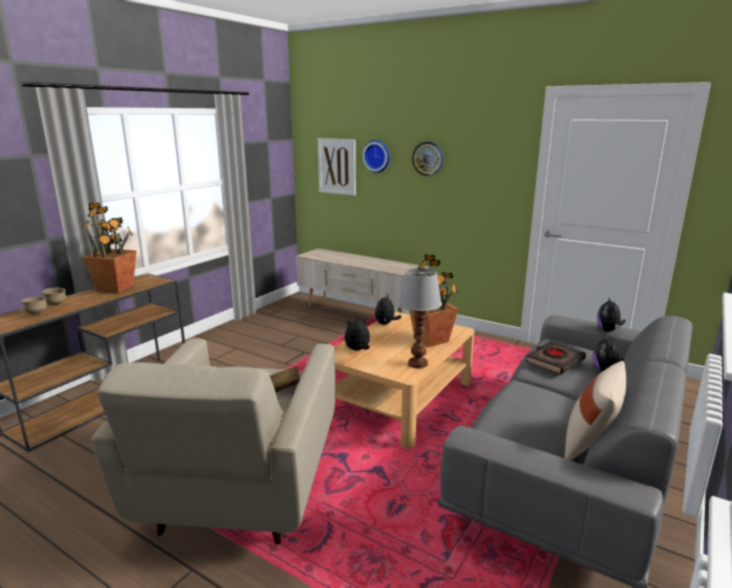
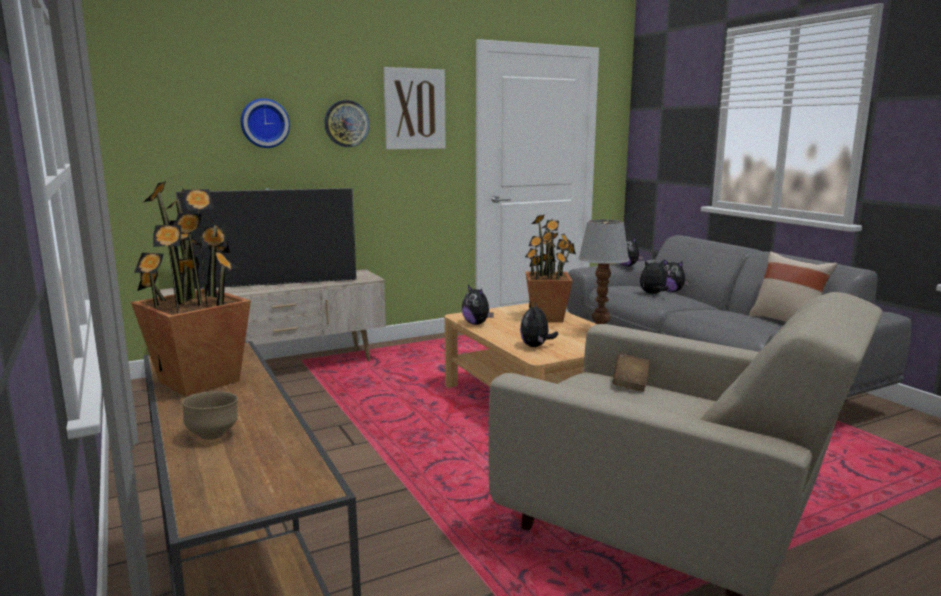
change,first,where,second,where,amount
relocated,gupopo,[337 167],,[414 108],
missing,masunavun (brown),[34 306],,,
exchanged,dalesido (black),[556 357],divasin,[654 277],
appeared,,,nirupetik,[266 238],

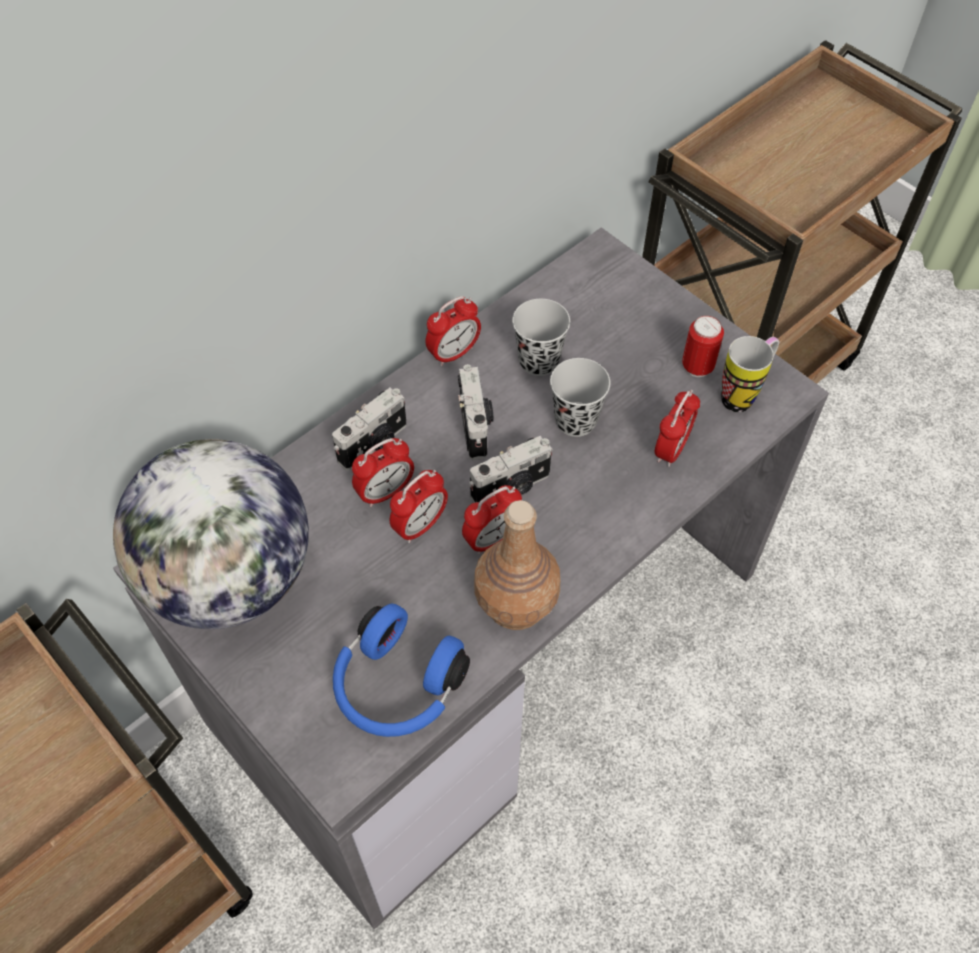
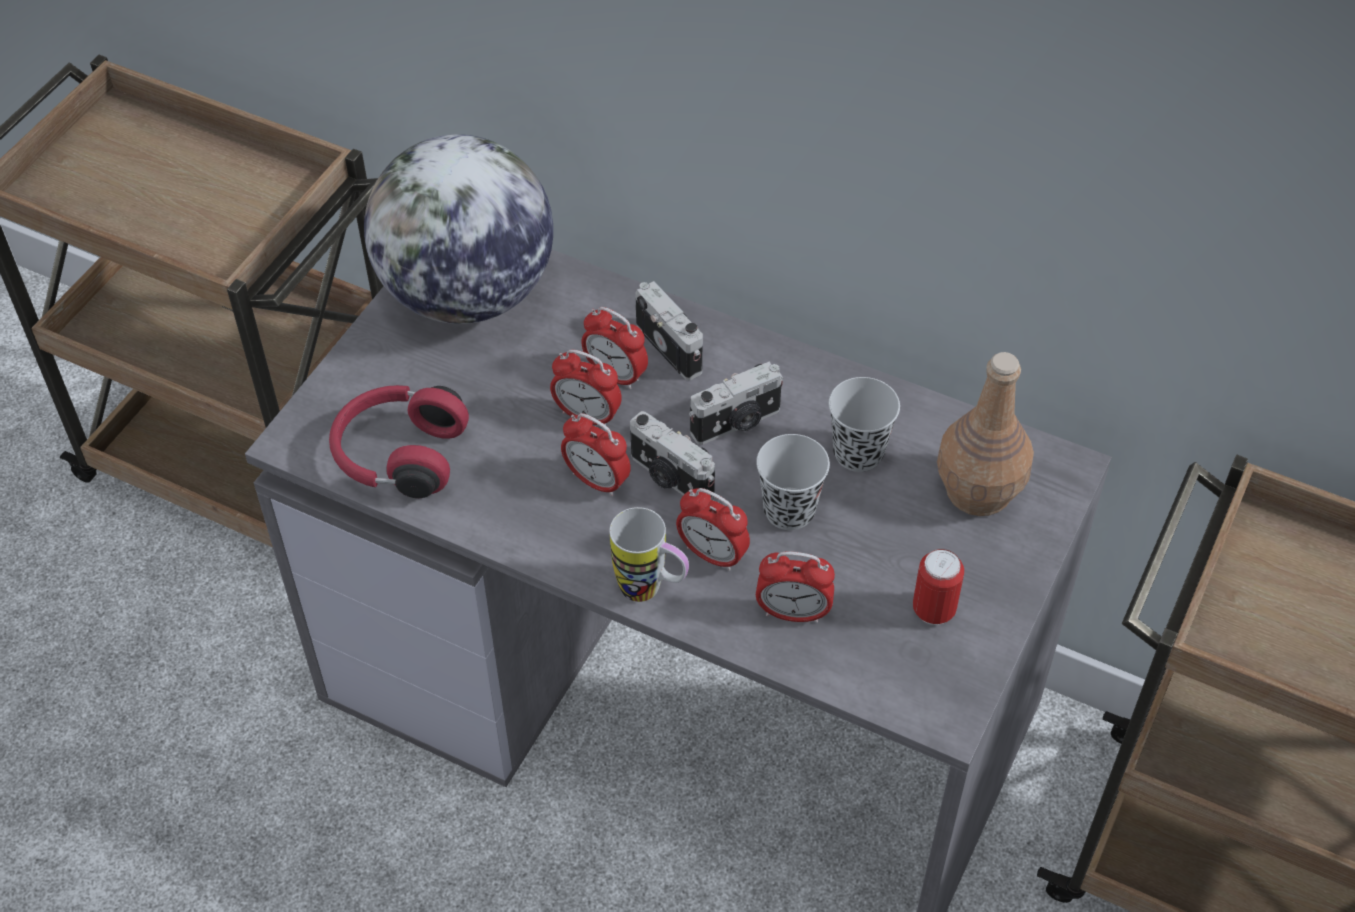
change,first,where,second,where,amount
relocated,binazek,[453 331],,[713 529],
relocated,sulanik,[750 374],,[649 554],
spun,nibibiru,[369 428],,[669 331],150 degrees counterclockwise
relocated,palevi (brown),[517 565],,[985 434],
colour,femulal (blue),[401 670],femulal (red),[399 441],

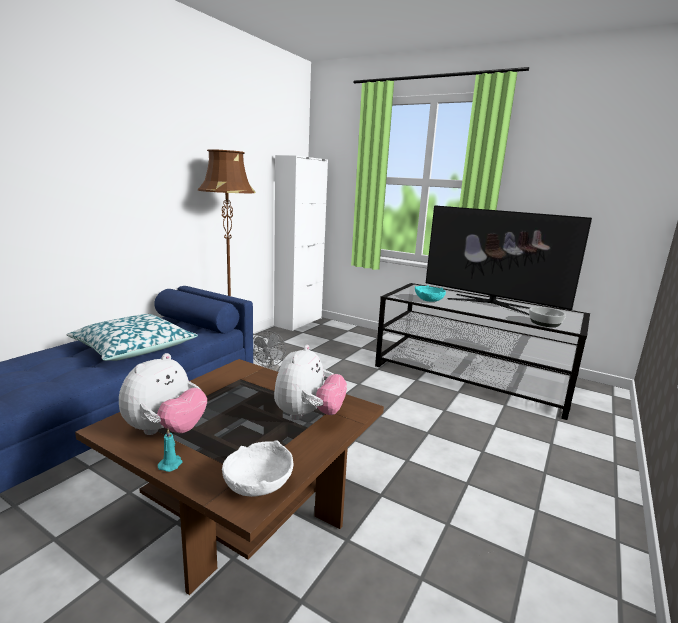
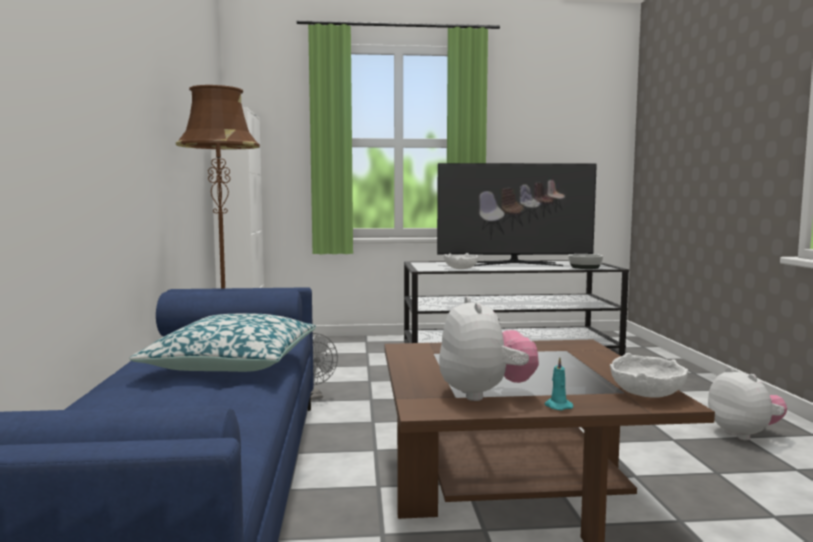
change,first,where,second,where,amount
colour,masunavun (turquoise),[430 293],masunavun (white),[461 261],
relocated,divasin,[310 382],,[747 403],

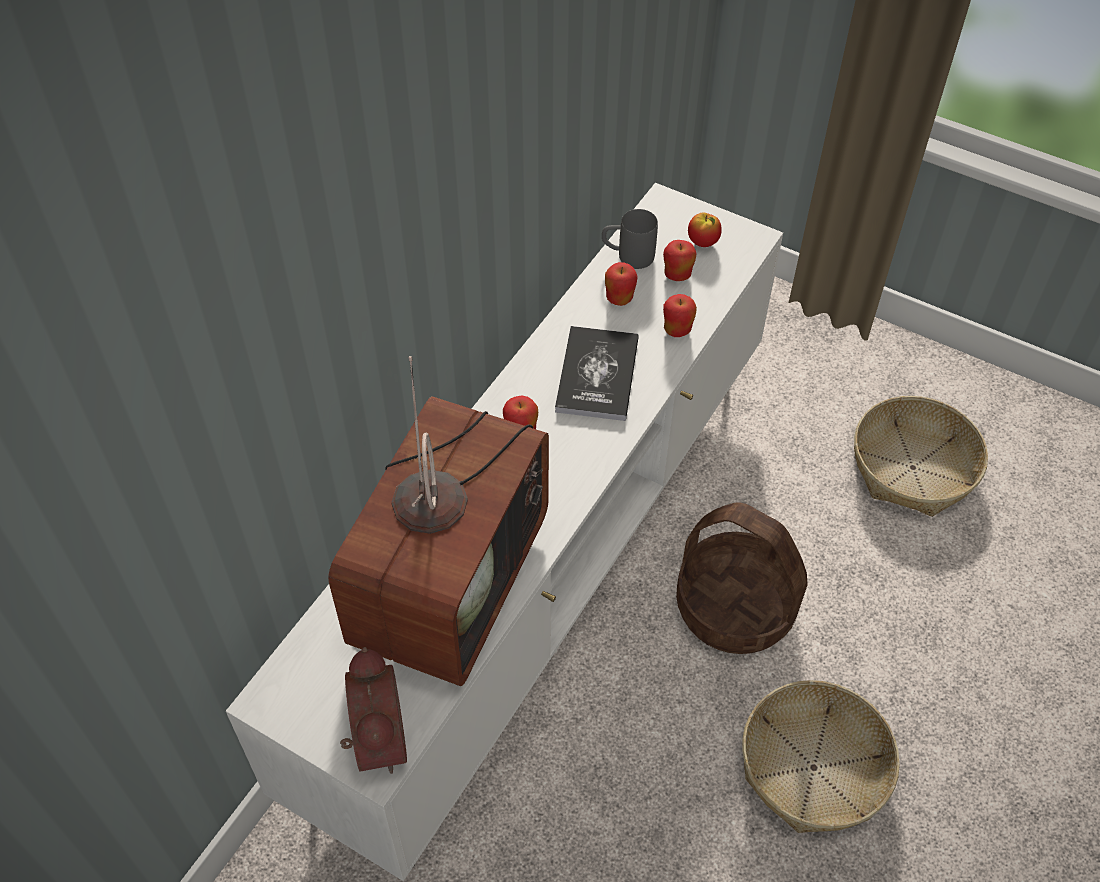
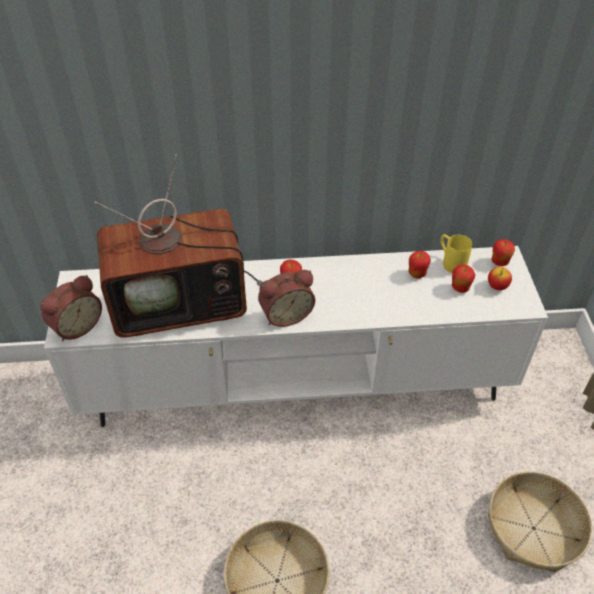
change,first,where,second,where,amount
colour,sulanik (grey),[630 239],sulanik (yellow),[456 253],
relocated,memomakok,[680 315],,[503 252],
missing,dalesido,[597 373],,,
missing,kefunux,[742 578],,,
appeared,,,binazek,[286 298],

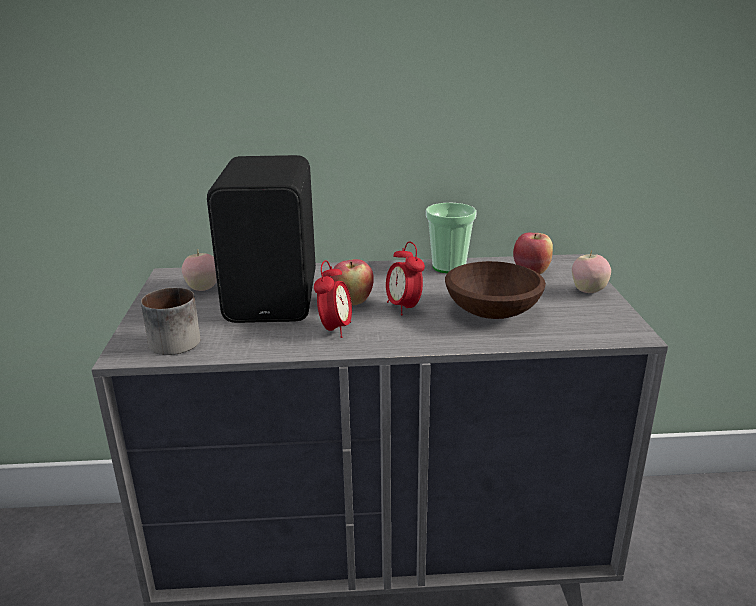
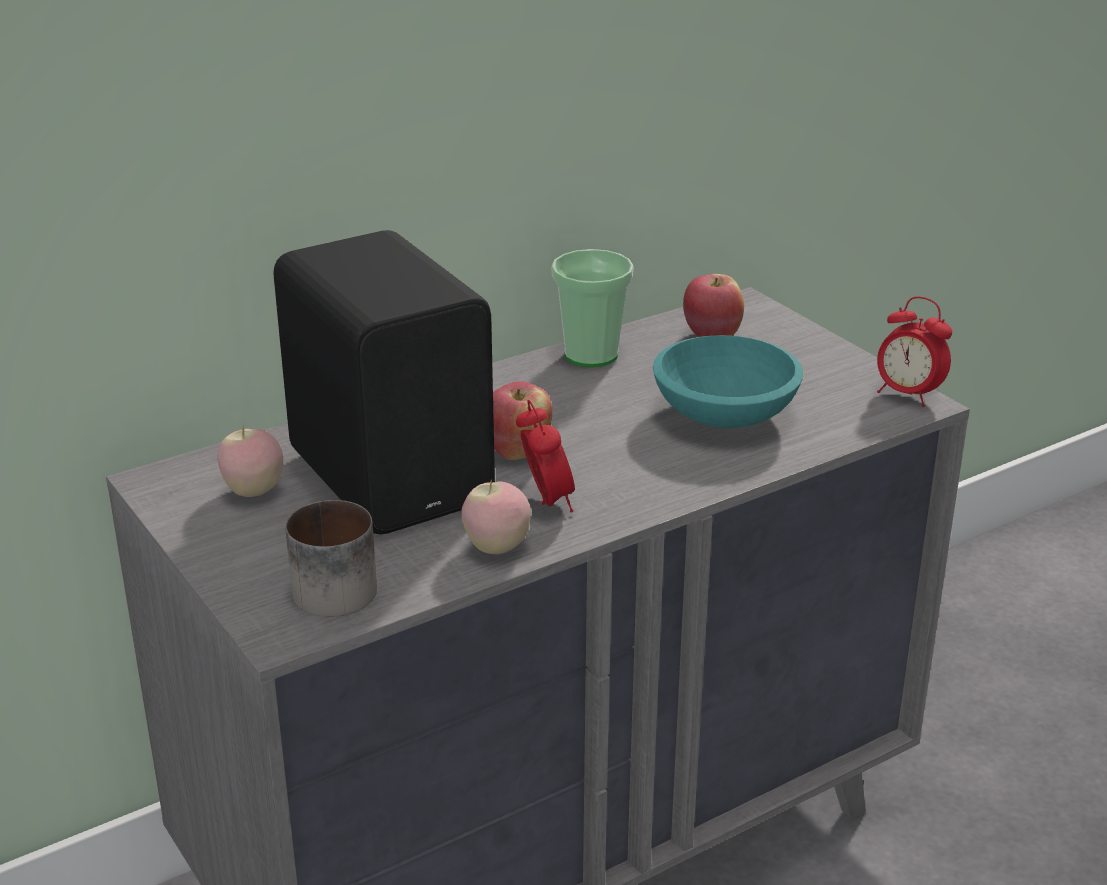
change,first,where,second,where,amount
relocated,binazek,[405 279],,[914 351],
relocated,memomakok,[591 272],,[496 516],
colour,masunavun (brown),[495 290],masunavun (turquoise),[728 381],

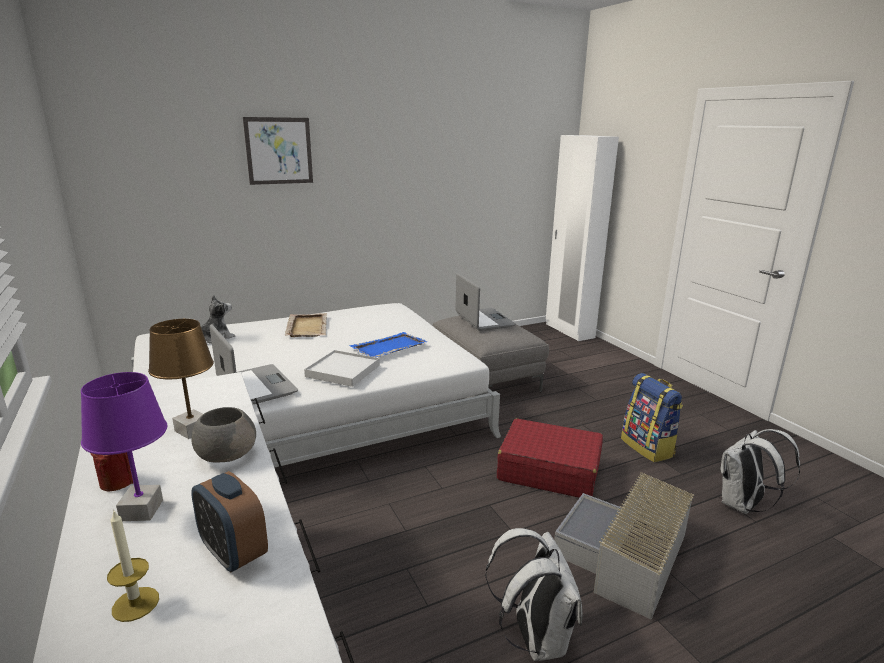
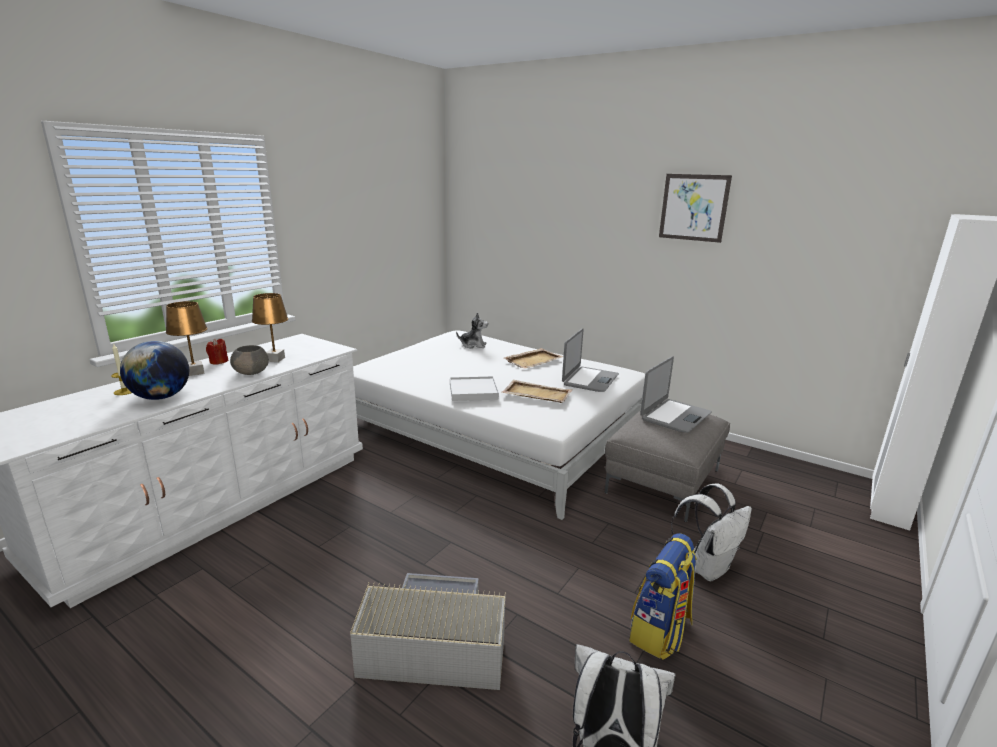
change,first,where,second,where,amount
relocated,gupopo,[278 151],,[695 208],
relocated,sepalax,[253 364],,[590 360],
colour,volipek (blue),[389 344],volipek (beige),[537 391],
colour,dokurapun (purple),[124 446],dokurapun (brown),[187 338],
missing,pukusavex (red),[550 458],,,
exchanged,binazek,[229 522],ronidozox,[154 370],
relocated,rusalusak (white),[533 594],,[711 532],

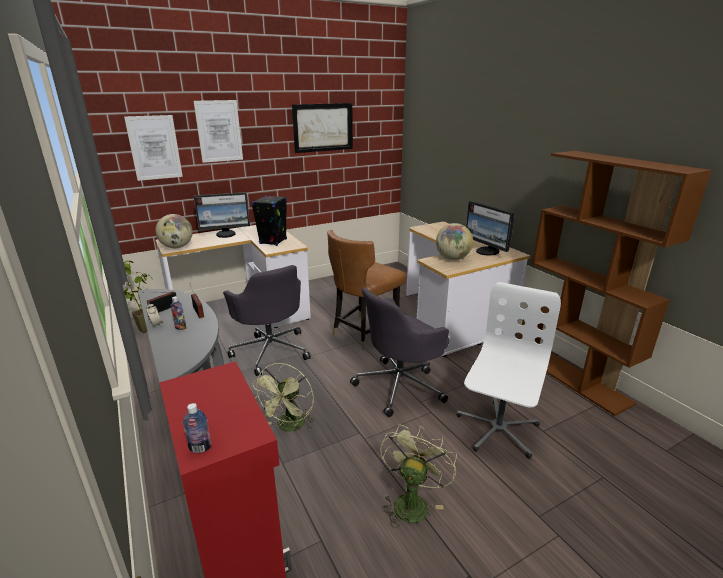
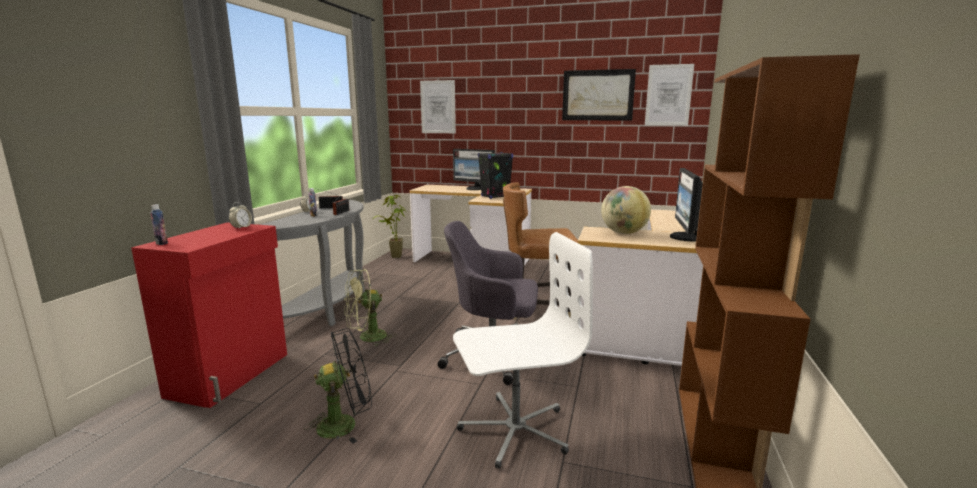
change,first,where,second,where,amount
relocated,gupopo,[218 131],,[669 94],
missing,ronidozox,[174 231],,,
missing,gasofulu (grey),[267 320],,,
colour,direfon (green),[418 476],direfon (black),[338 385],
appeared,,,binazek,[240 215],

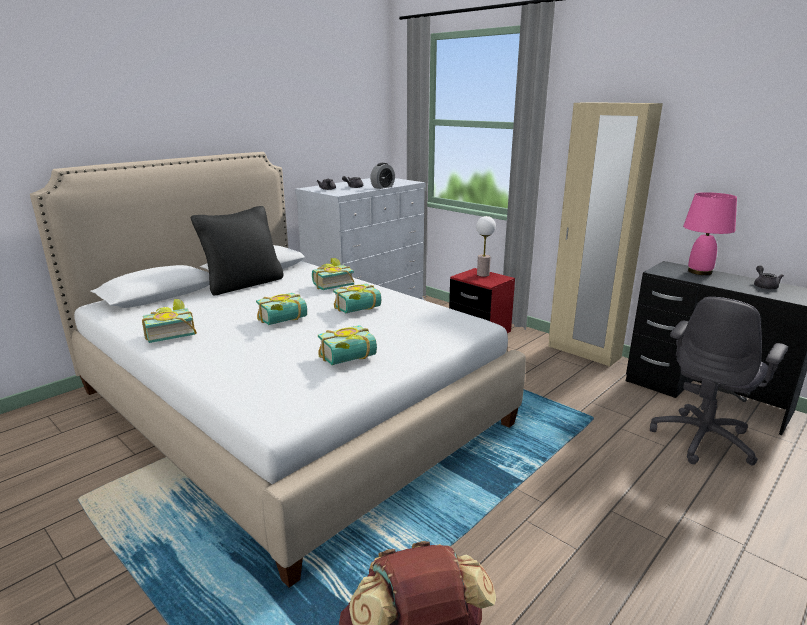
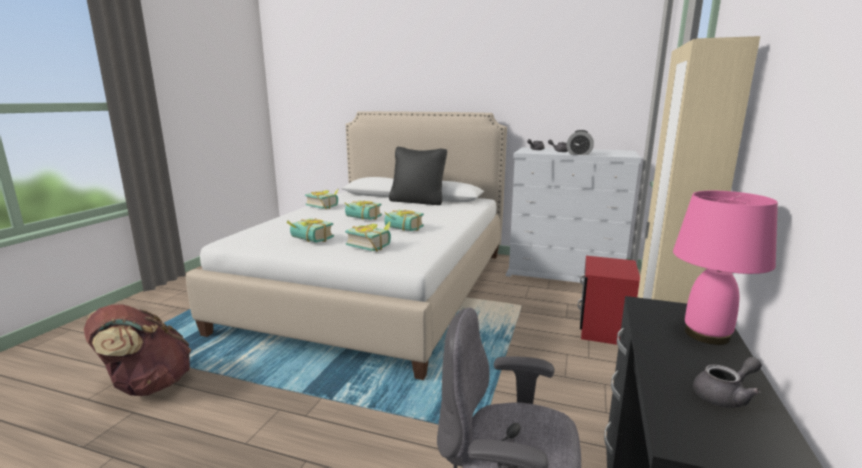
change,first,where,second,where,amount
missing,dokurapun,[486 246],,,
relocated,dalesido,[333 274],,[368 237],

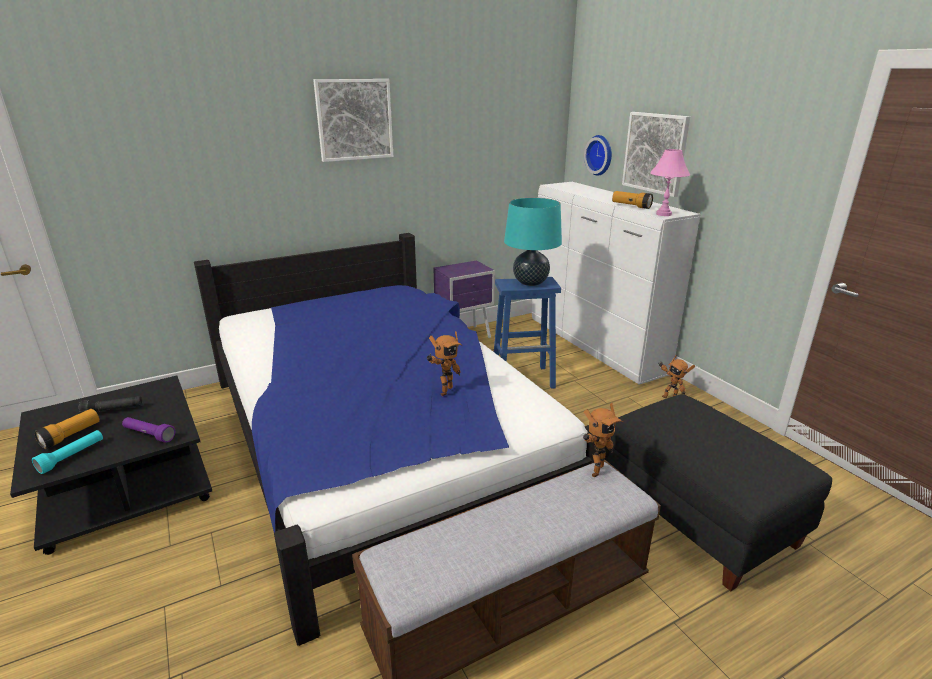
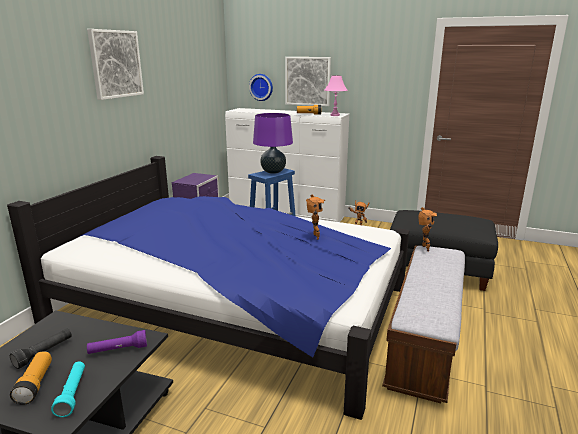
change,first,where,second,where,amount
colour,dokurapun (turquoise),[533 241],dokurapun (purple),[273 143],

